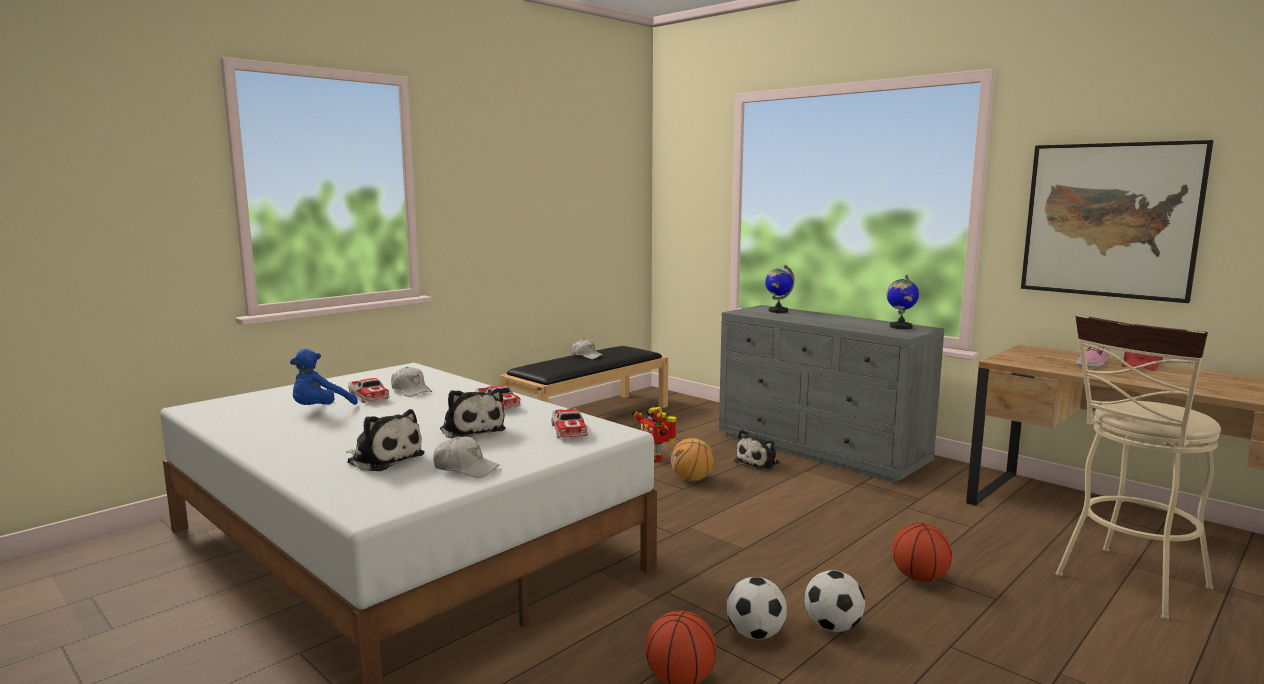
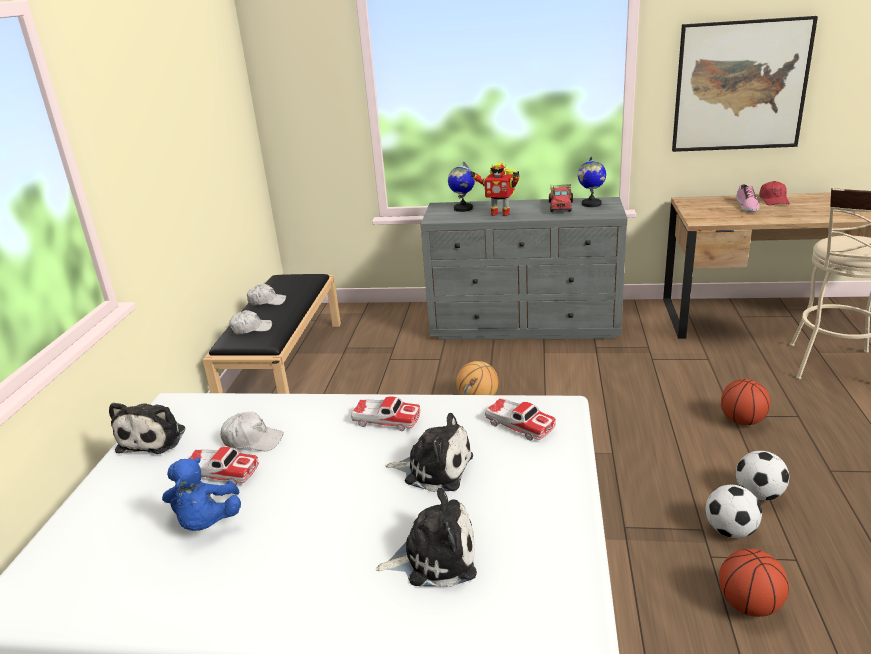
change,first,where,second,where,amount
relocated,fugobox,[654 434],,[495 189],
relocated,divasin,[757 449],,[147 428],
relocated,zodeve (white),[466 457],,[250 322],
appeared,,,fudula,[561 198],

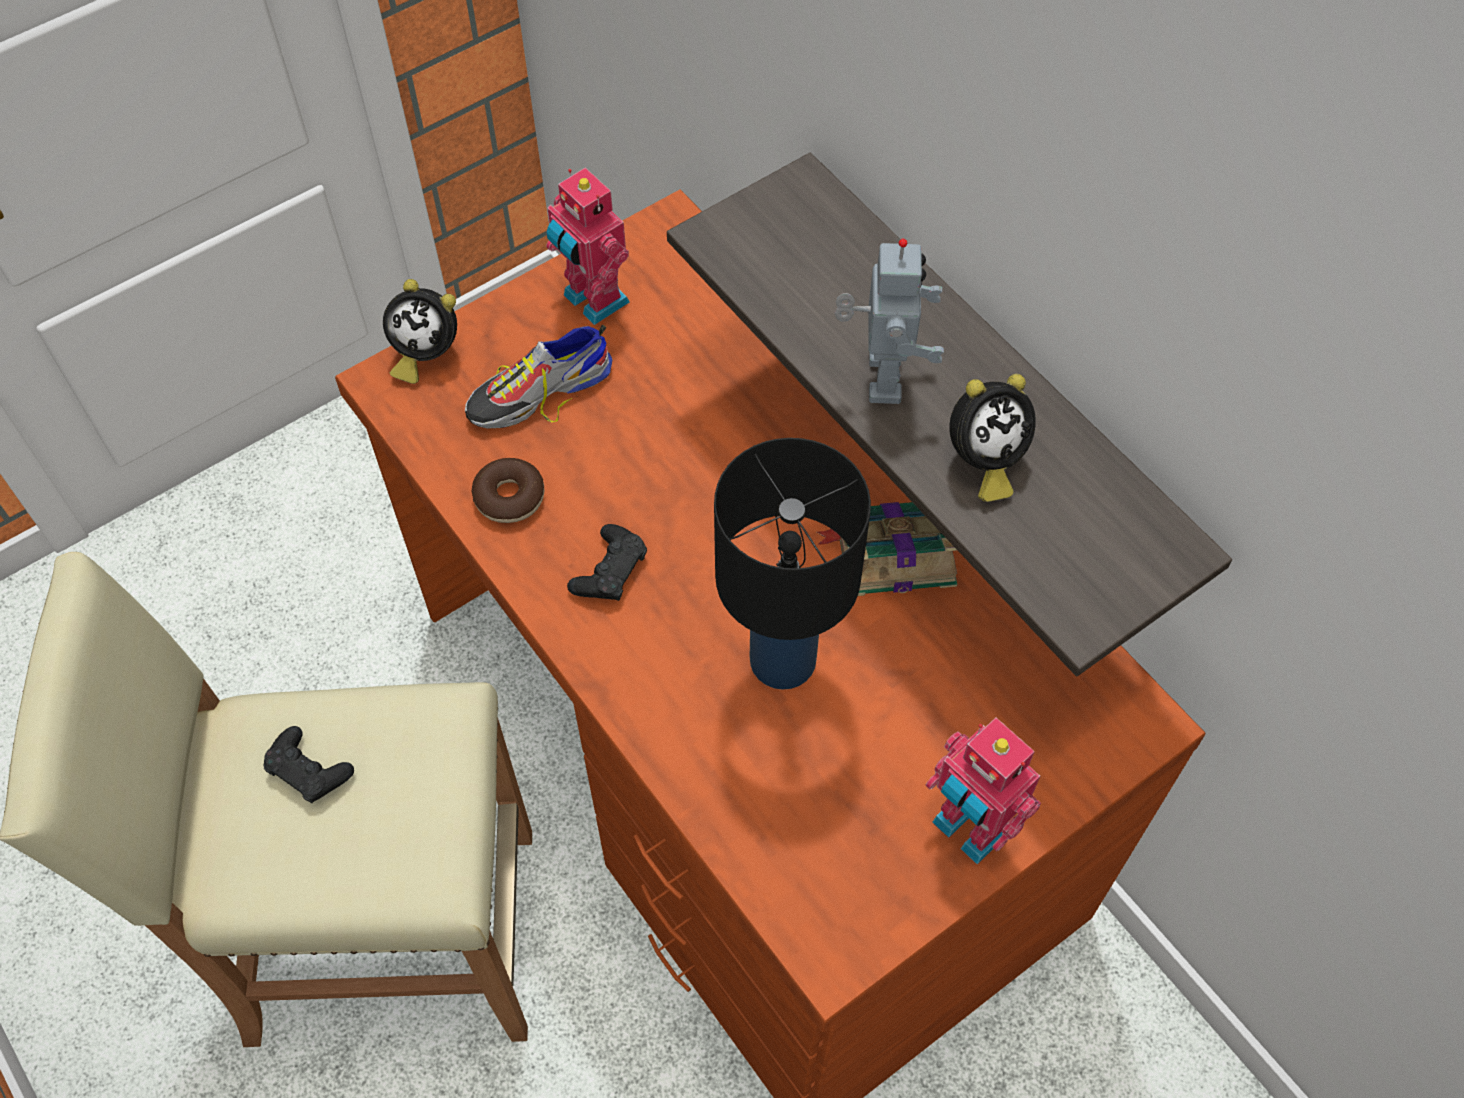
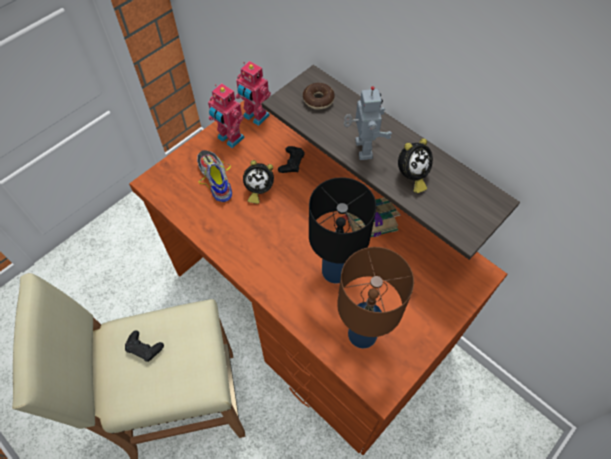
change,first,where,second,where,amount
relocated,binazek,[420 331],,[258 182],
spun,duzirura,[539 376],,[214 176],105 degrees clockwise
relocated,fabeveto,[508 490],,[319 96],
relocated,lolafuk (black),[607 562],,[291 159],
relocated,fugobox,[983 790],,[253 93],
appeared,,,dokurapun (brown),[375 297],

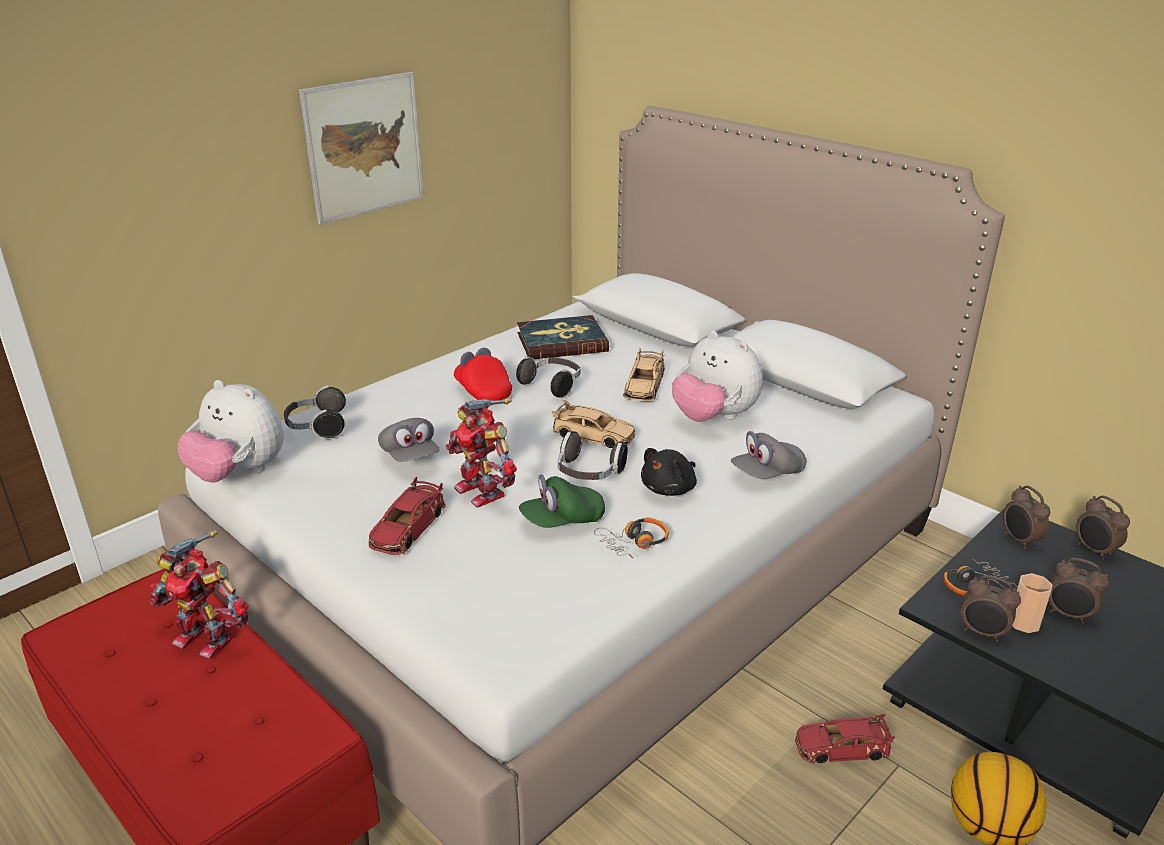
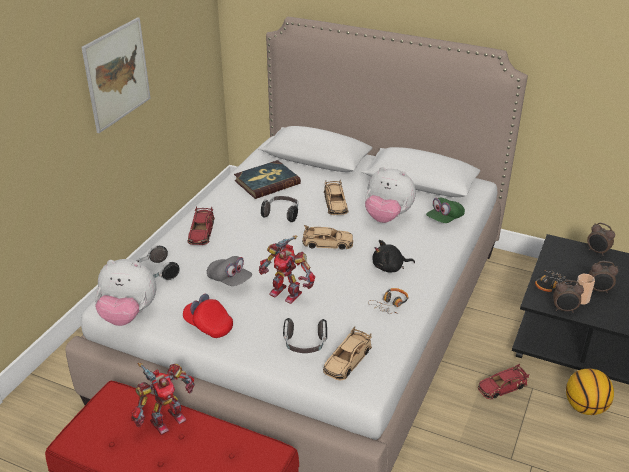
change,first,where,second,where,amount
relocated,zodeve (red),[483 374],,[208 316],
relocated,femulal,[593 455],,[305 335],
missing,zodeve (grey),[769 455],,,
spun,divasin (black),[669 472],,[393 256],60 degrees clockwise
relocated,zodeve (green),[562 501],,[445 210],
relocated,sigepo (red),[407 516],,[201 225],
missing,binazek,[1026 517],,,
spun,fugobox,[199 594],,[162 399],45 degrees counterclockwise
appeared,,,sigepo (beige),[347 353],

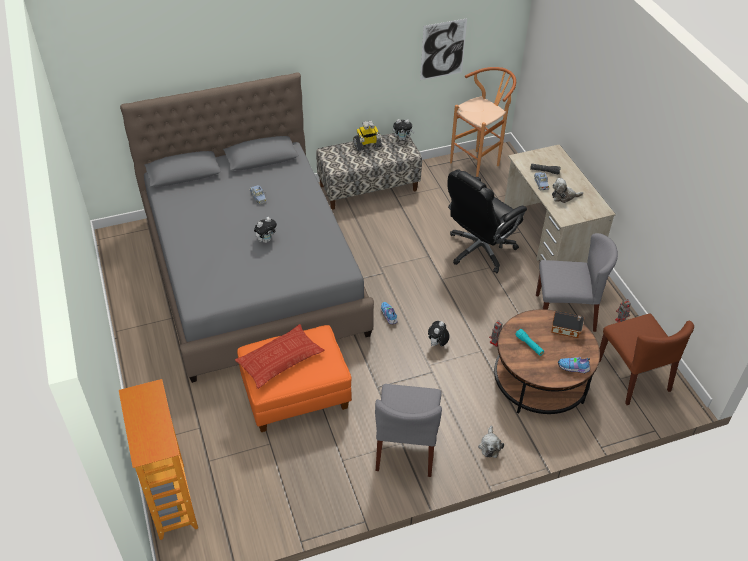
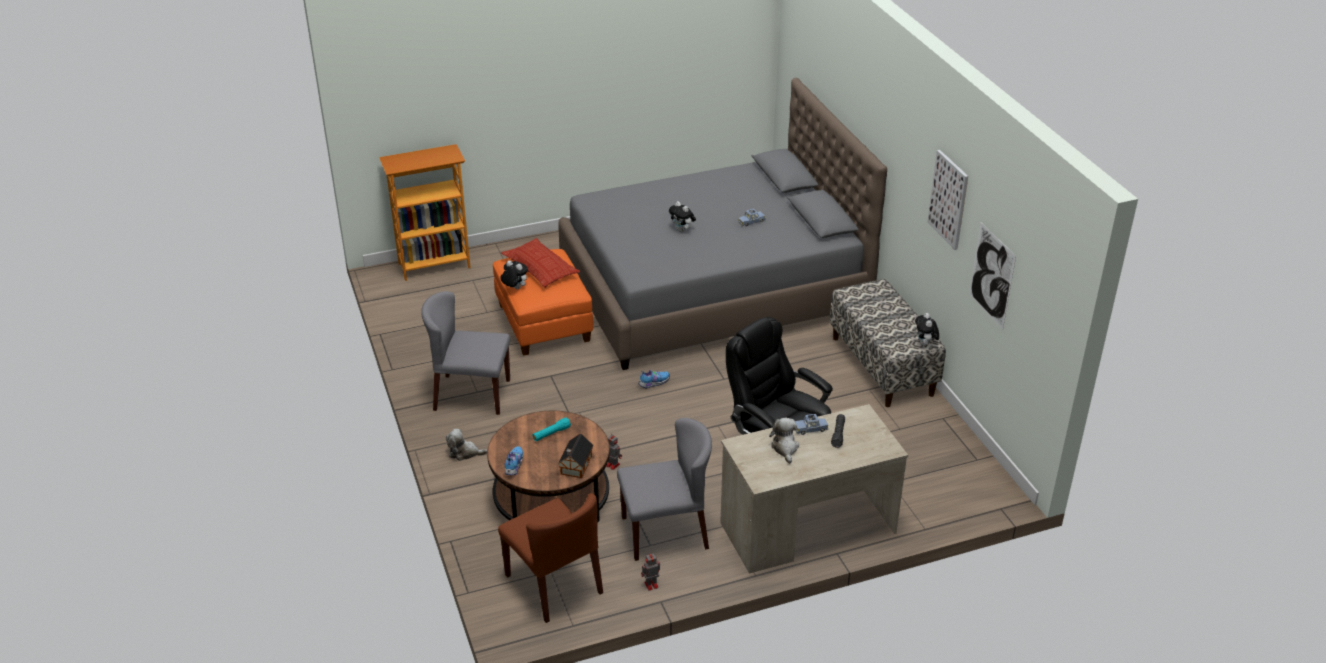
change,first,where,second,where,amount
missing,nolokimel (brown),[483 122],,,
missing,fugobox,[367 135],,,
spun,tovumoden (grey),[577 282],,[664 489],105 degrees counterclockwise
spun,tovumoden (brown),[646 359],,[550 558],105 degrees counterclockwise
relocated,divasin,[438 333],,[514 274],
appeared,,,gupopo,[947 200],

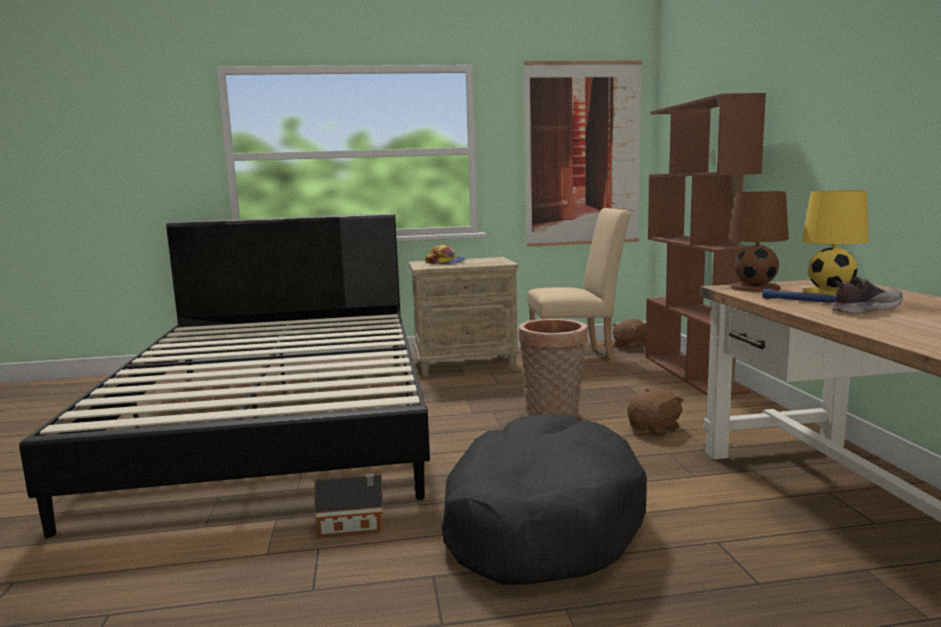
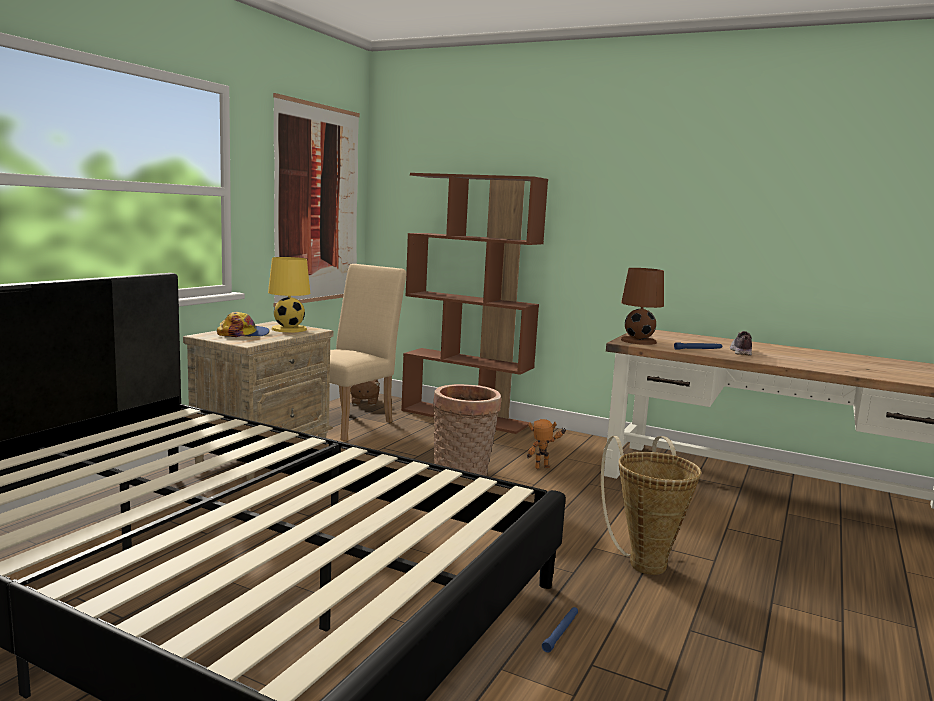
change,first,where,second,where,amount
relocated,dokurapun (yellow),[835 242],,[289 294],
exchanged,divasin (brown),[656 413],fugobox,[546 444],
exchanged,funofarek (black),[544 499],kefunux,[651 505],
exchanged,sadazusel,[349 505],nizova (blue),[560 629],

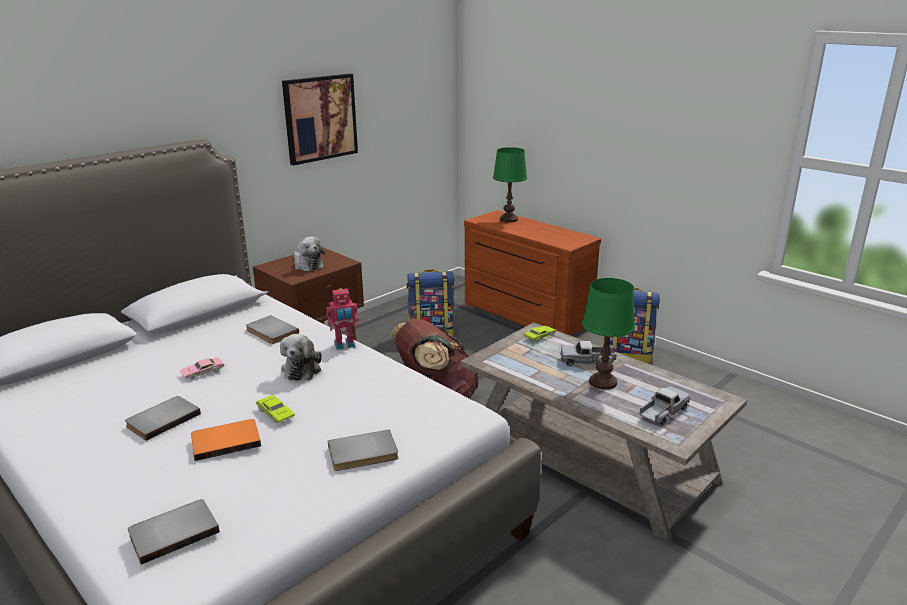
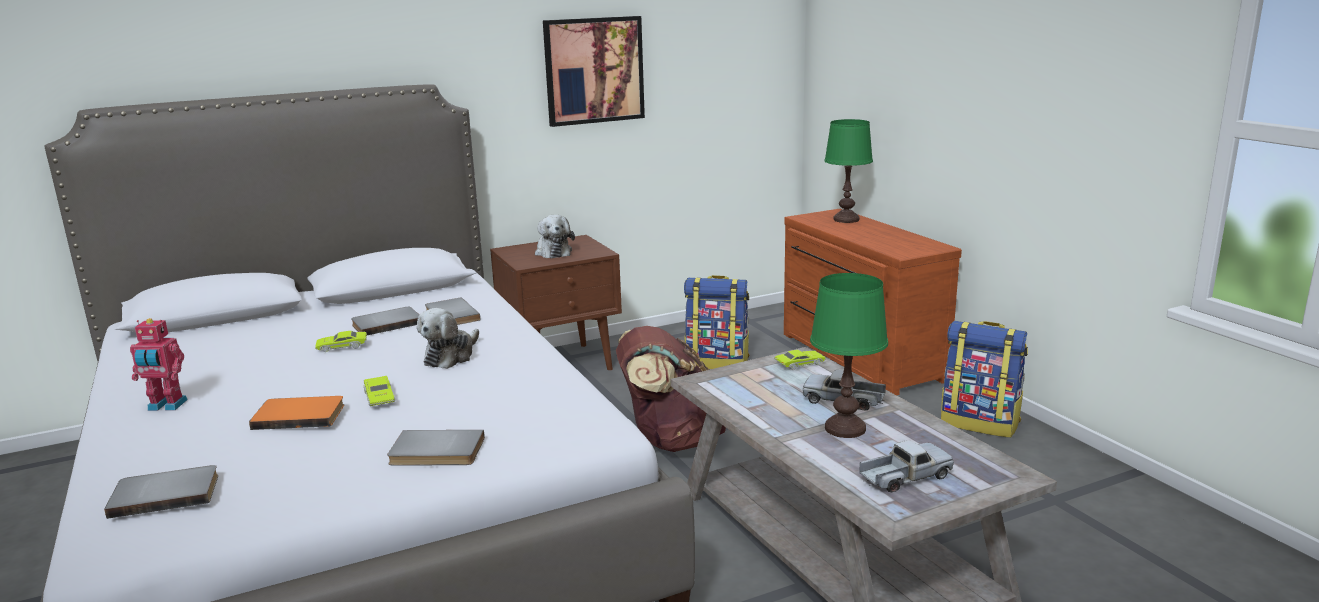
change,first,where,second,where,amount
relocated,fugobox,[342 319],,[159 364],
colour,sigepo (pink),[202 368],sigepo (green),[341 341],
relocated,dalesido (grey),[163 418],,[385 320],

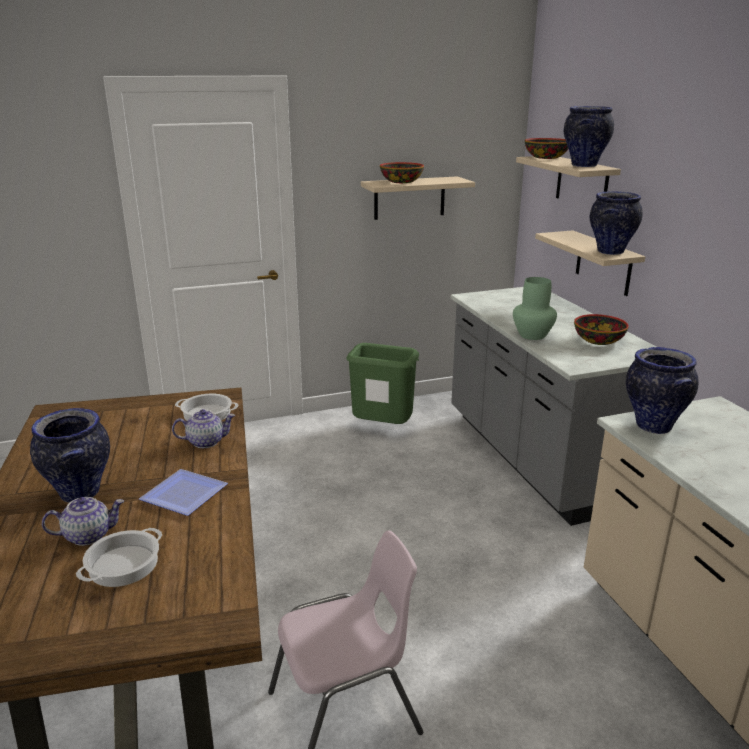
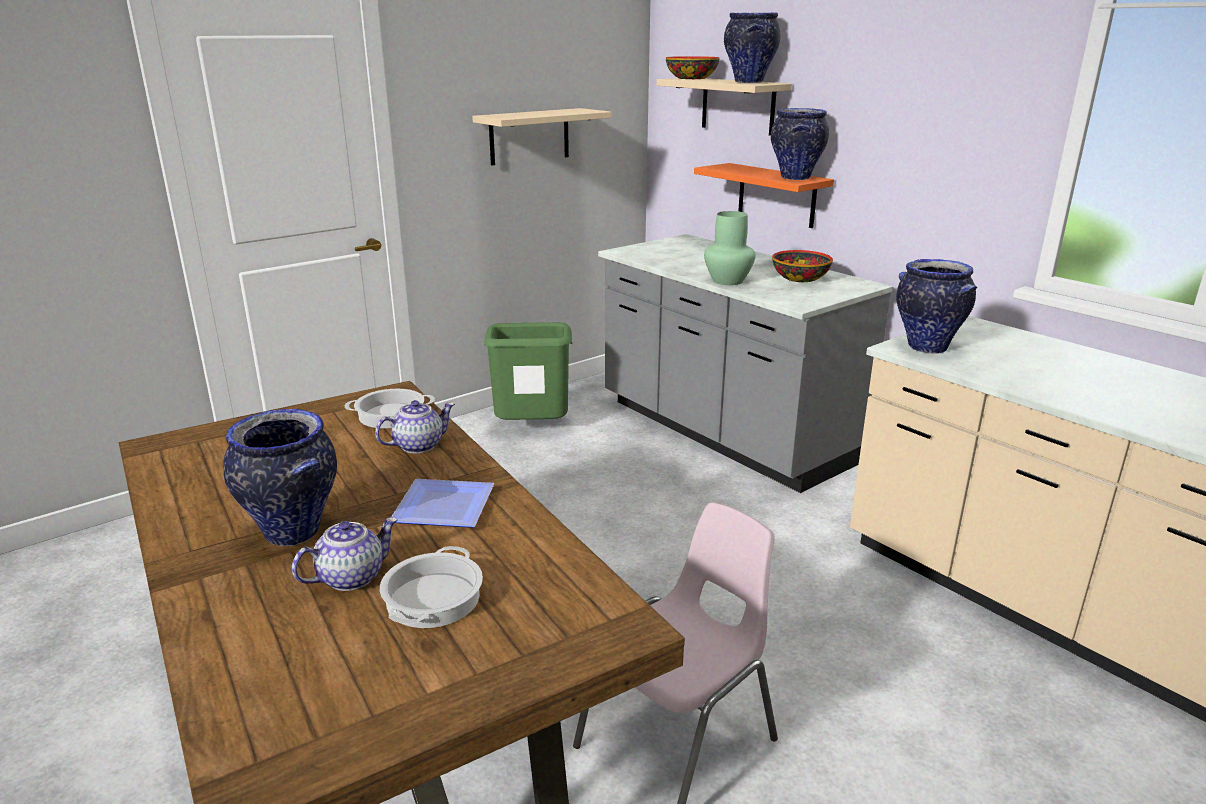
change,first,where,second,where,amount
missing,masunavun,[402 172],,,
colour,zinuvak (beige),[590 263],zinuvak (orange),[764 195],

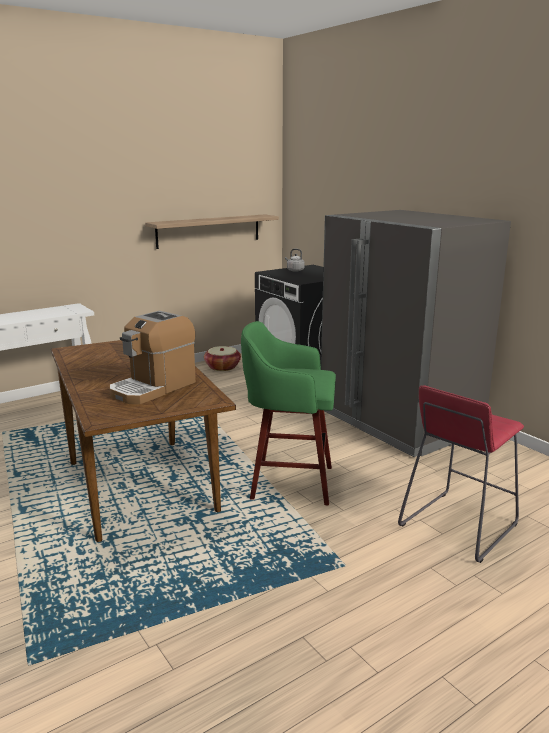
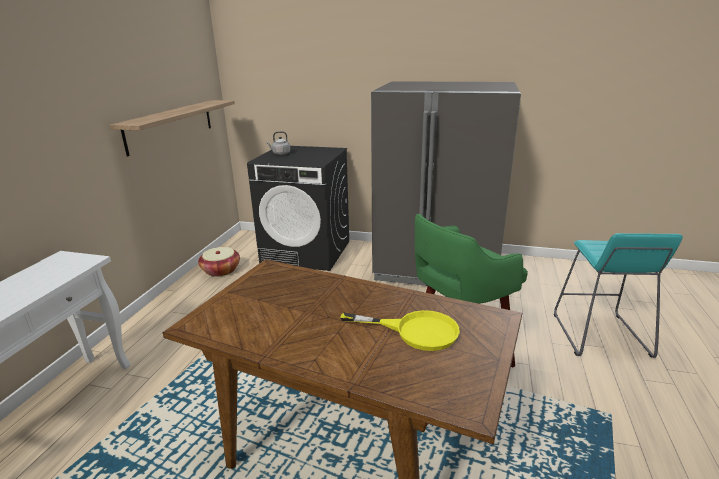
change,first,where,second,where,amount
exchanged,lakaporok,[152 357],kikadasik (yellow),[400 330],
colour,nolokimel (red),[461 474],nolokimel (turquoise),[618 295],

